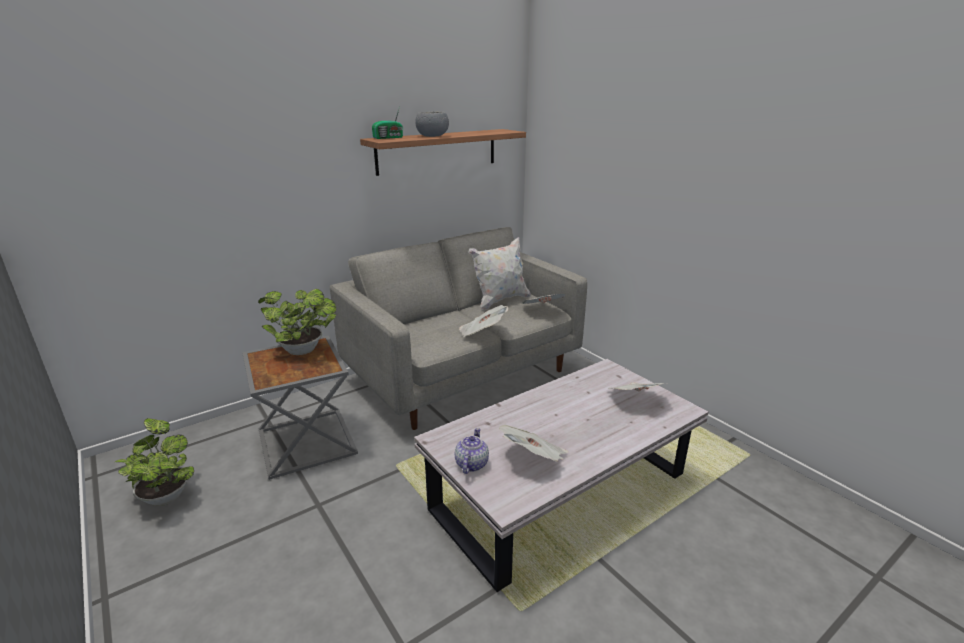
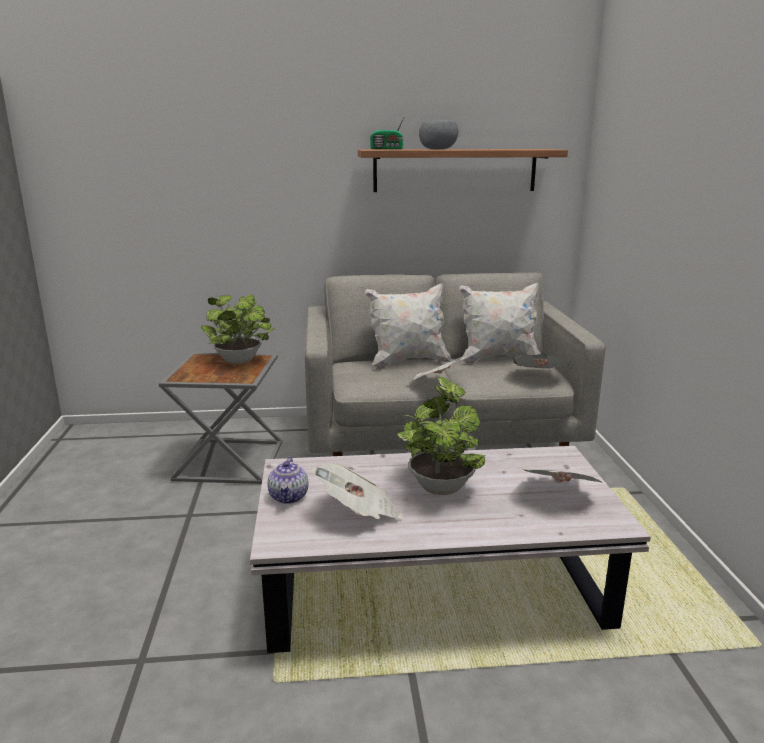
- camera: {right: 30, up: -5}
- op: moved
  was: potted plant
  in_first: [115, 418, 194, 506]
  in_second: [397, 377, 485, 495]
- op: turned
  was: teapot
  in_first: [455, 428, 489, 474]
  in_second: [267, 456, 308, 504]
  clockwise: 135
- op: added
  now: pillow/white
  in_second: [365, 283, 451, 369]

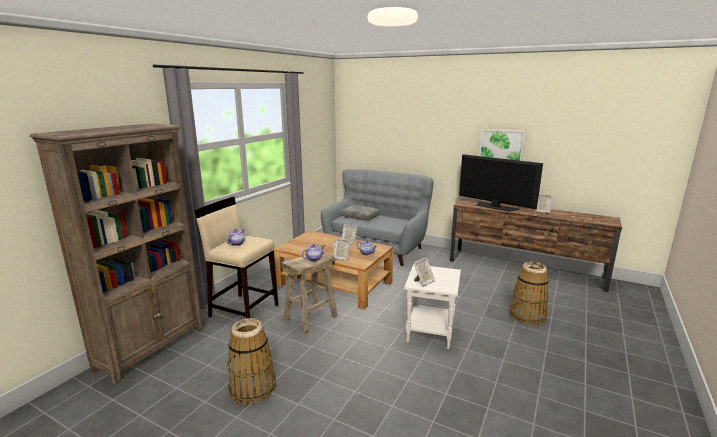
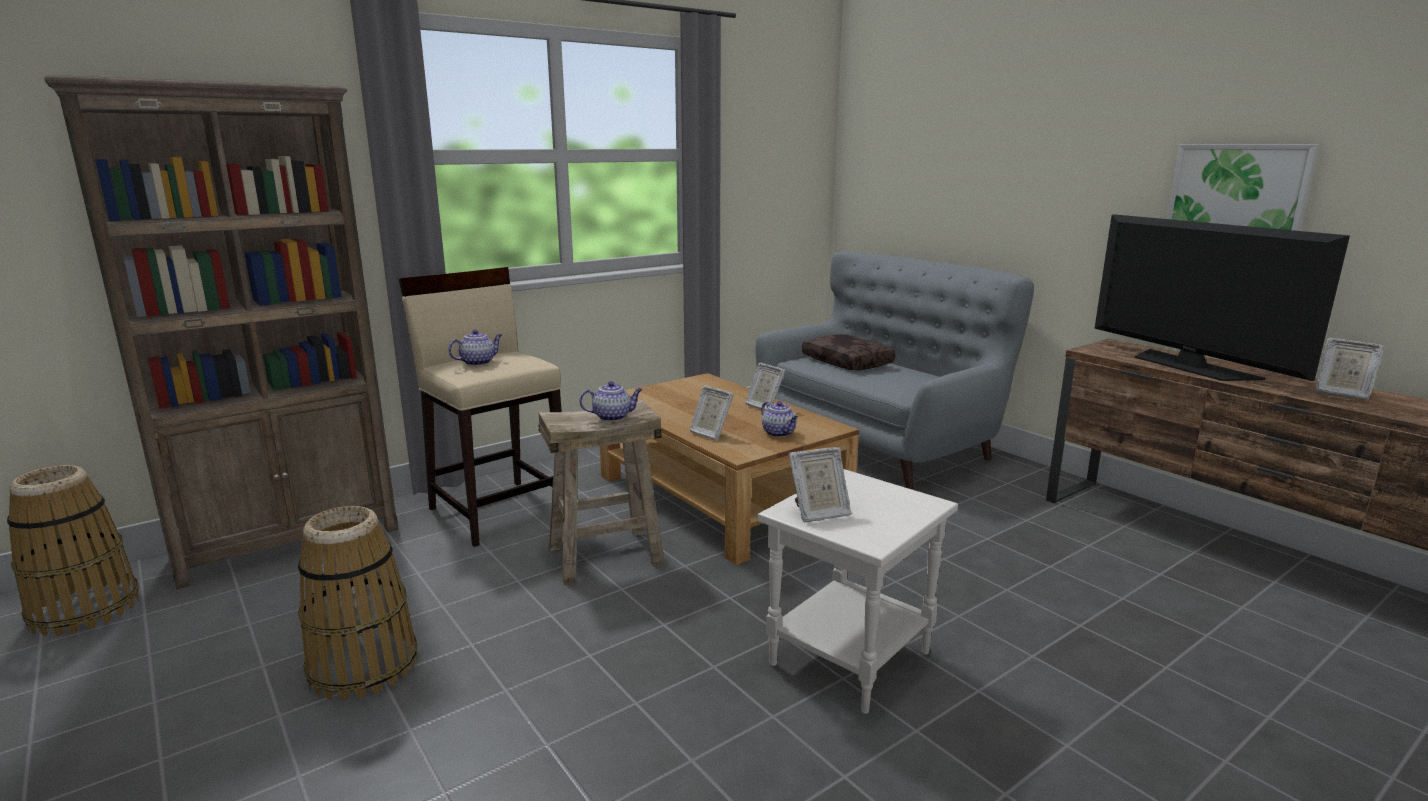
- camera: {right: 25, up: 0}
- op: recoloured
  was: pillow/grey
  now: pillow/brown
  in_first: [340, 205, 380, 221]
  in_second: [802, 334, 895, 371]
- op: moved
  was: basket
  in_first: [510, 262, 549, 326]
  in_second: [7, 465, 139, 636]

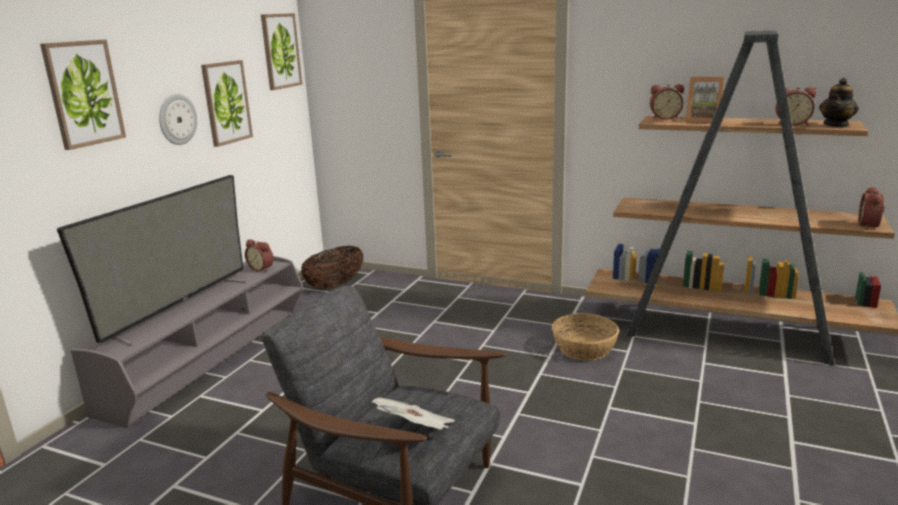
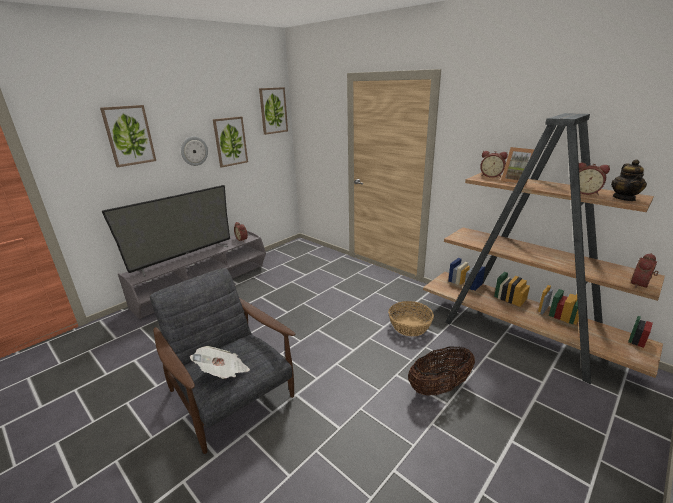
- camera: {right: 20, up: 5}
- op: turned
  was: teapot
  in_first: [819, 78, 859, 127]
  in_second: [611, 160, 647, 201]
  clockwise: -45
- op: moved
  was: basket
  in_first: [301, 246, 363, 289]
  in_second: [408, 346, 475, 395]

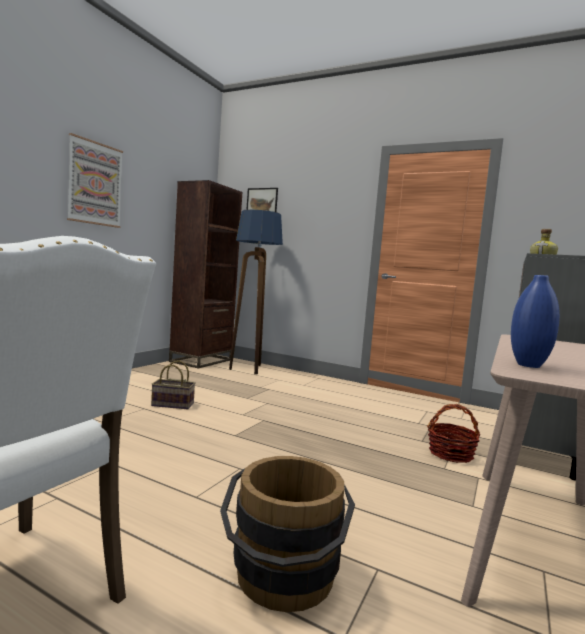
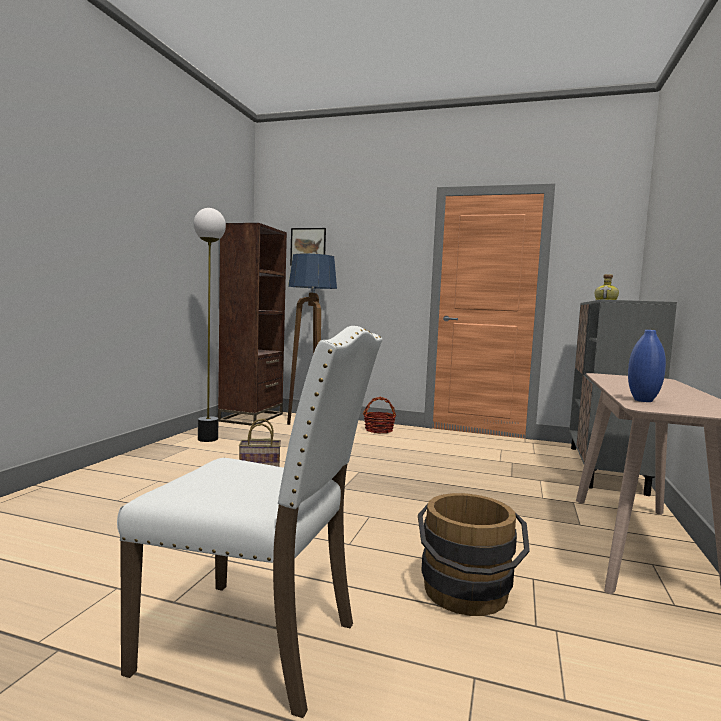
- camera: {right: -10, up: 0}
- op: removed
  was: picture
  in_first: [67, 133, 123, 228]
- op: moved
  was: basket
  in_first: [427, 404, 481, 463]
  in_second: [363, 397, 396, 434]
- op: added
  now: floor lamp
  in_second: [194, 208, 226, 442]

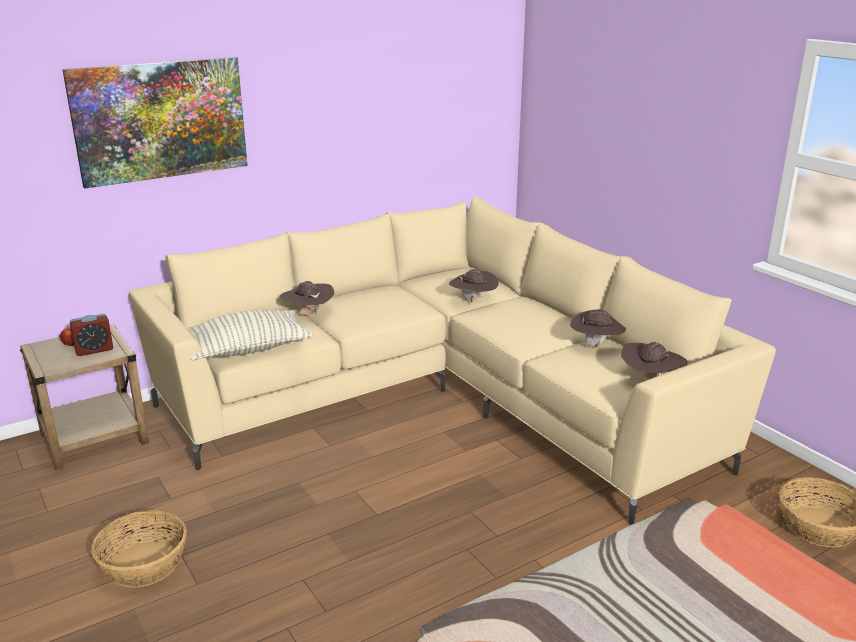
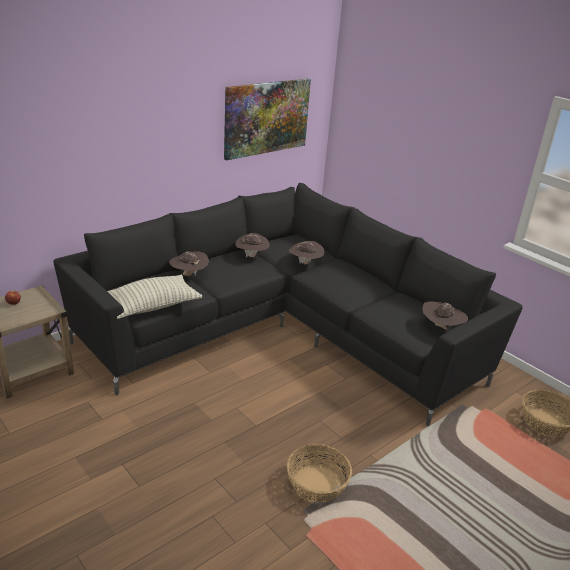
- camera: {right: -10, up: 5}
- op: moved
  was: picture
  in_first: [62, 57, 248, 188]
  in_second: [224, 79, 311, 160]
- op: recoloured
  was: sofa/beige
  now: sofa/black
  in_first: [129, 197, 776, 525]
  in_second: [53, 183, 523, 426]
- op: moved
  was: hat/brown
  in_first: [570, 309, 626, 347]
  in_second: [235, 233, 270, 257]
- op: removed
  was: alarm clock
  in_first: [70, 314, 113, 356]
- op: moved
  was: basket
  in_first: [91, 510, 187, 588]
  in_second: [287, 444, 352, 503]

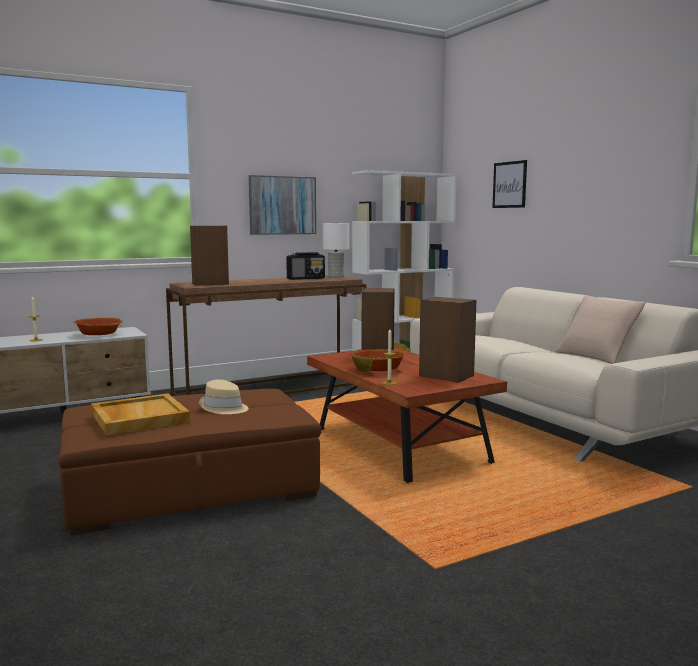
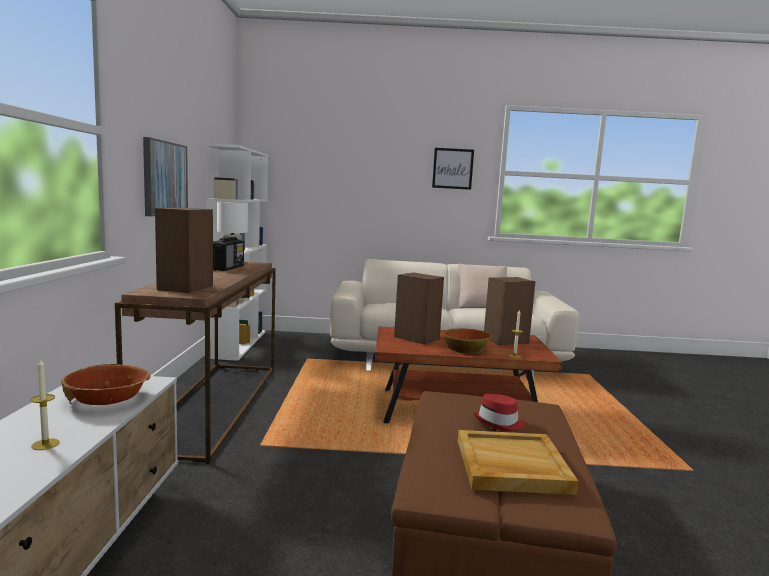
- camera: {right: -60, up: 0}
- op: moved
  was: picture
  in_first: [492, 160, 527, 208]
  in_second: [432, 148, 474, 190]
- op: recoloured
  was: hat/beige
  now: hat/red
  in_first: [199, 379, 249, 414]
  in_second: [473, 394, 525, 431]

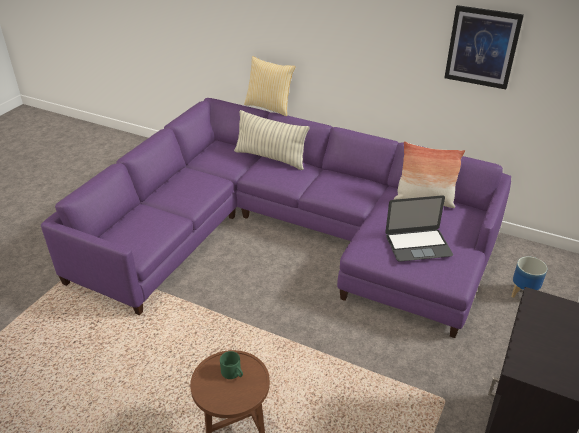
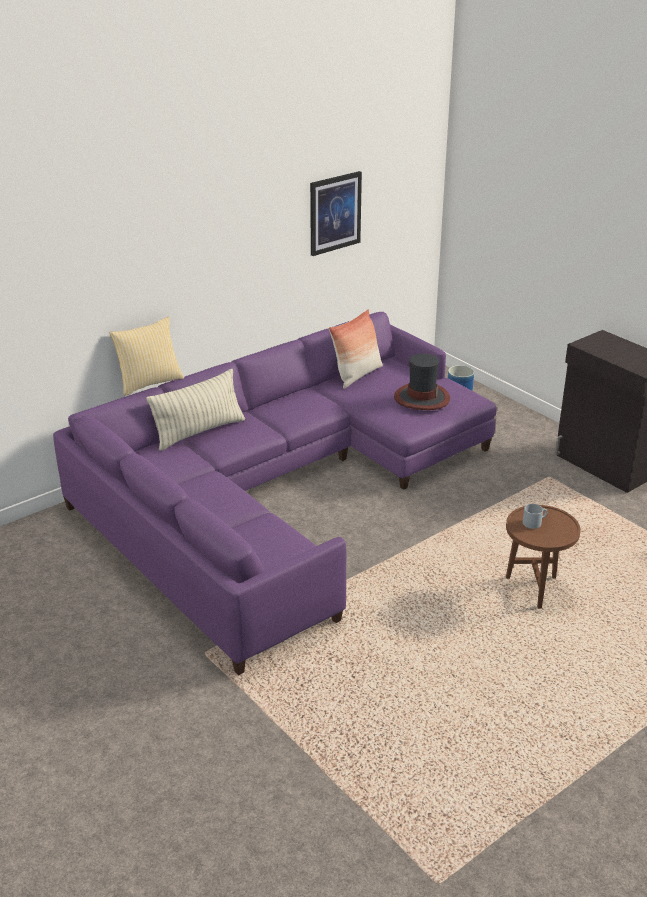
- camera: {right: -65, up: -5}
- op: replaced
  was: laptop
  now: hat
  in_first: [385, 195, 453, 262]
  in_second: [394, 354, 450, 410]
- op: recoloured
  was: mug/green
  now: mug/grey
  in_first: [220, 351, 243, 379]
  in_second: [523, 504, 547, 529]

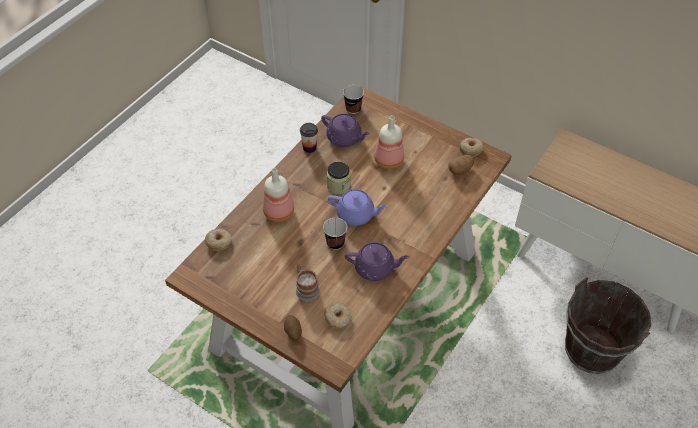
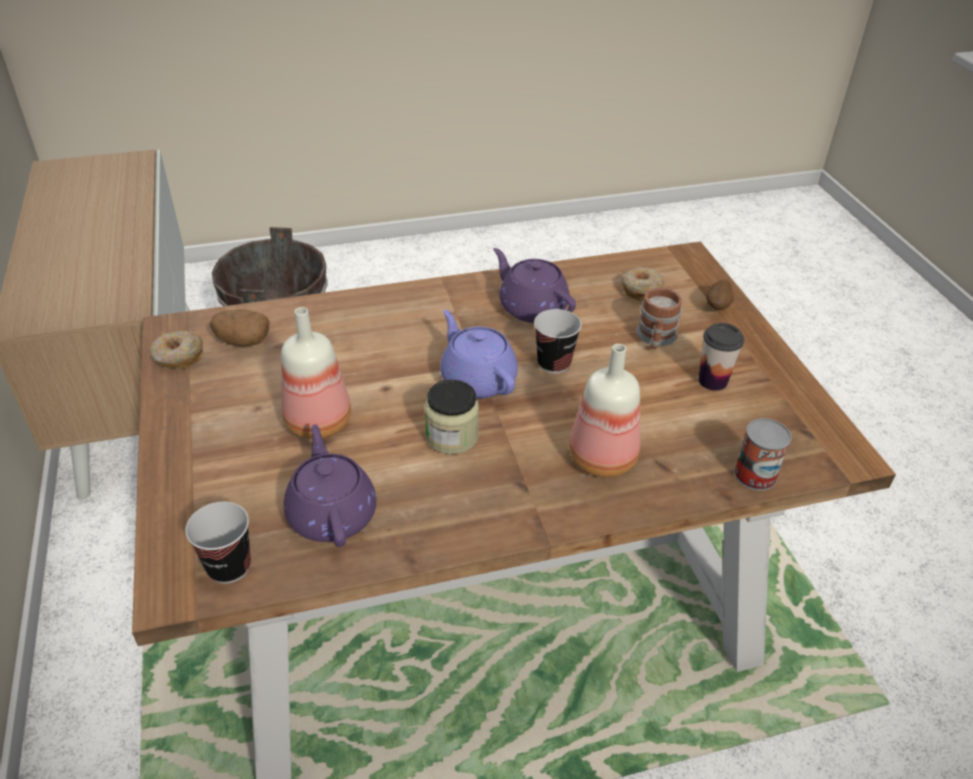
- camera: {right: -140, up: -10}
- op: moved
  was: cup
  in_first: [300, 123, 318, 153]
  in_second: [698, 323, 744, 391]
- op: replaced
  was: donut
  now: can
  in_first: [205, 229, 232, 251]
  in_second: [734, 418, 792, 491]

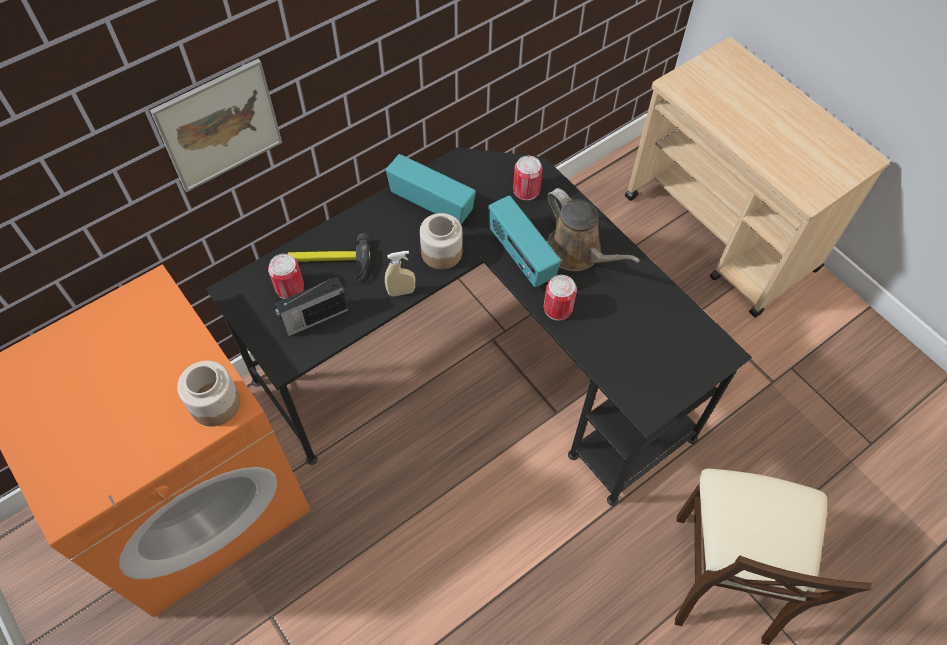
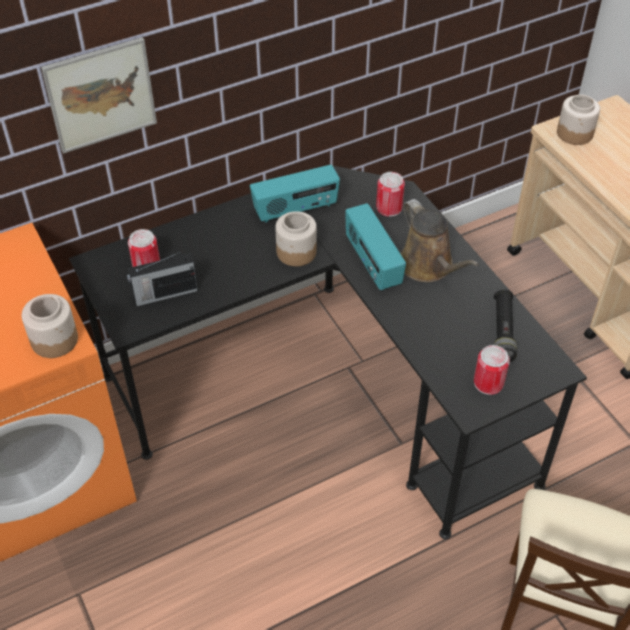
- camera: {right: 10, up: -10}
- op: turned
  was: radio
  in_first: [386, 154, 476, 224]
  in_second: [250, 165, 340, 223]
  clockwise: 120
- op: removed
  was: hammer
  in_first: [287, 234, 370, 284]
- op: removed
  was: spray bottle/beige
  in_first: [385, 251, 415, 297]
- op: moved
  was: can
  in_first: [544, 275, 577, 321]
  in_second: [474, 345, 510, 395]
- op: added
  now: jar
  in_second: [557, 94, 600, 145]
- op: added
  now: flashlight/black
  in_second: [494, 289, 517, 362]

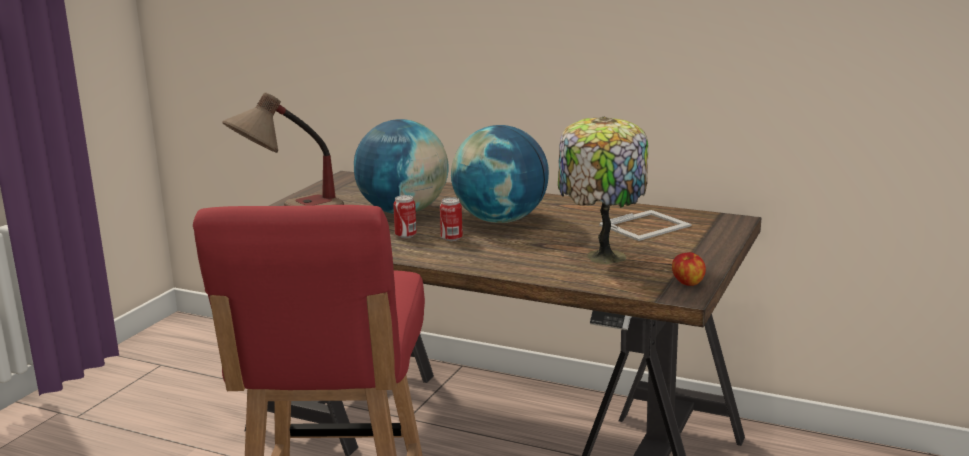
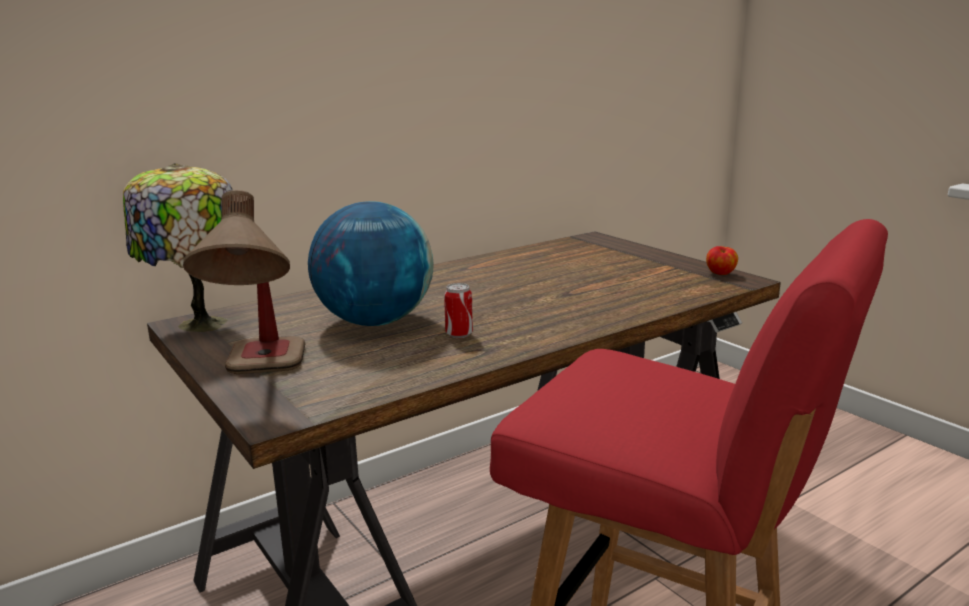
- camera: {right: -60, up: 0}
- op: moved
  was: table lamp
  in_first: [558, 117, 649, 264]
  in_second: [123, 163, 232, 332]
- op: removed
  was: globe
  in_first: [451, 125, 549, 223]
- op: removed
  was: can
  in_first: [440, 197, 463, 241]
- op: removed
  was: picture frame
  in_first: [599, 210, 691, 241]

